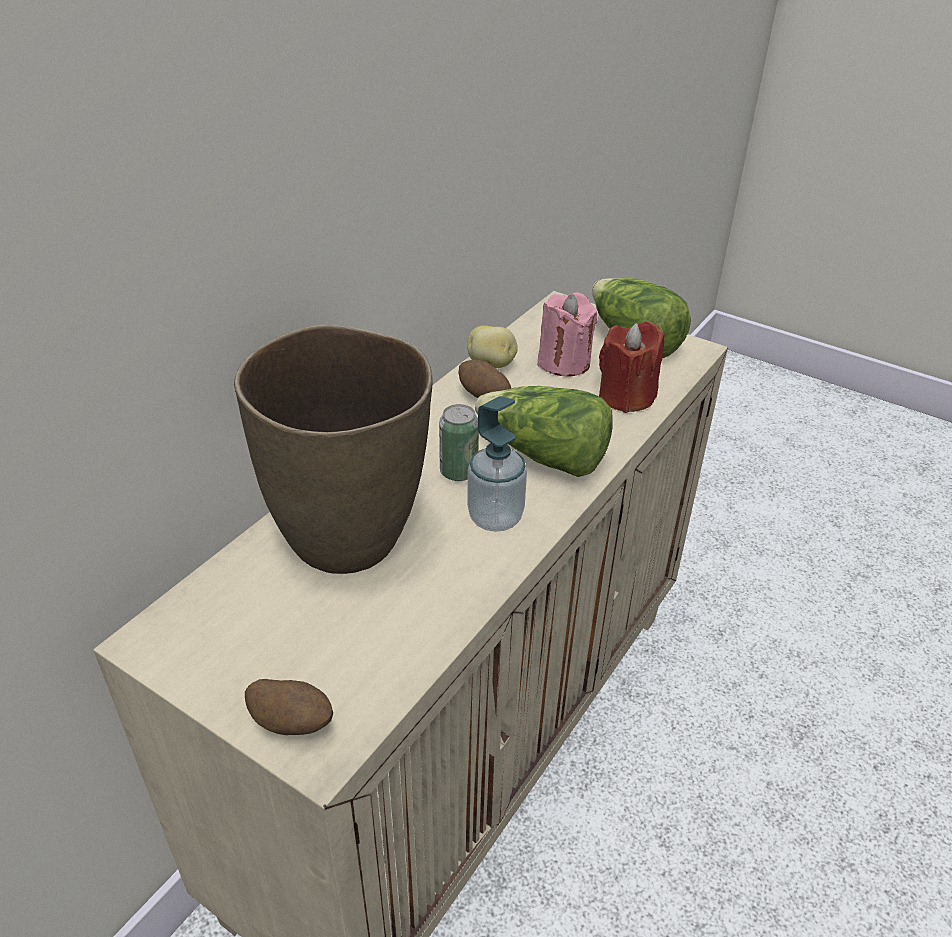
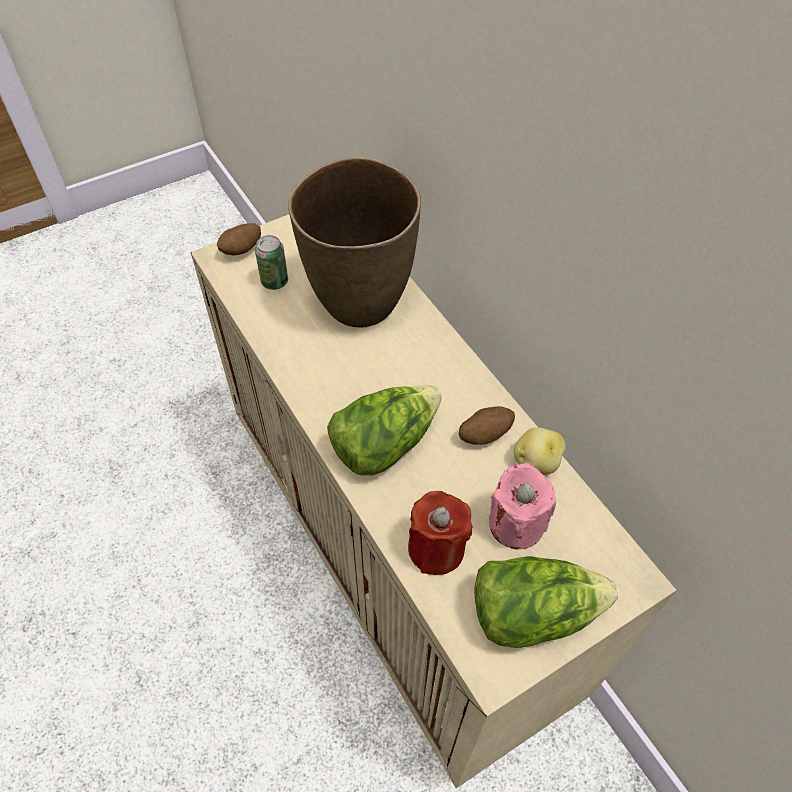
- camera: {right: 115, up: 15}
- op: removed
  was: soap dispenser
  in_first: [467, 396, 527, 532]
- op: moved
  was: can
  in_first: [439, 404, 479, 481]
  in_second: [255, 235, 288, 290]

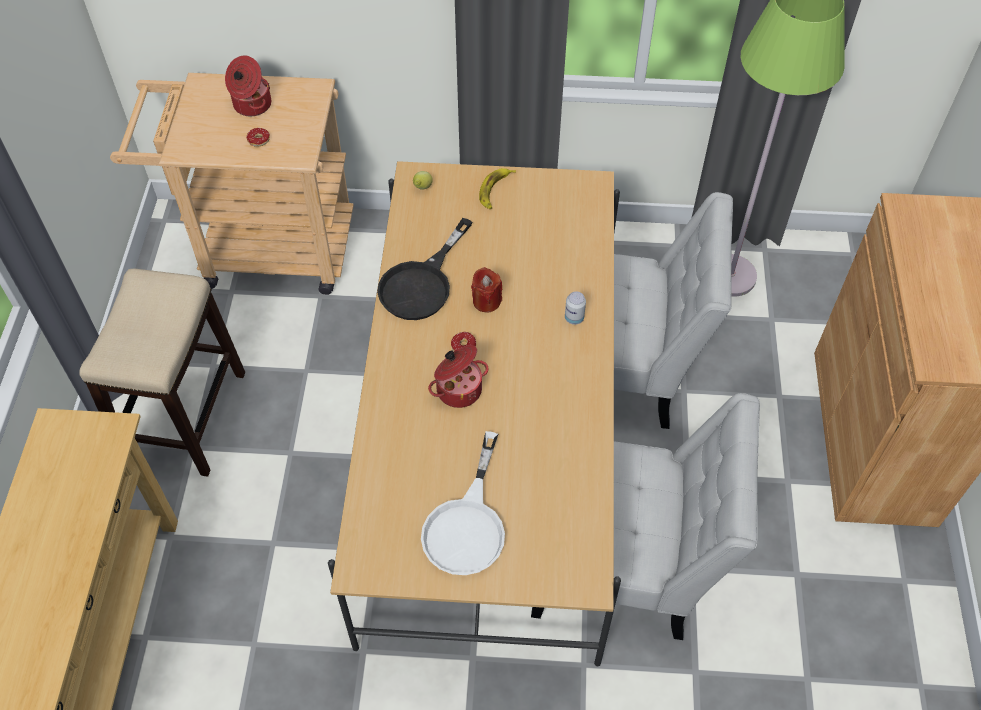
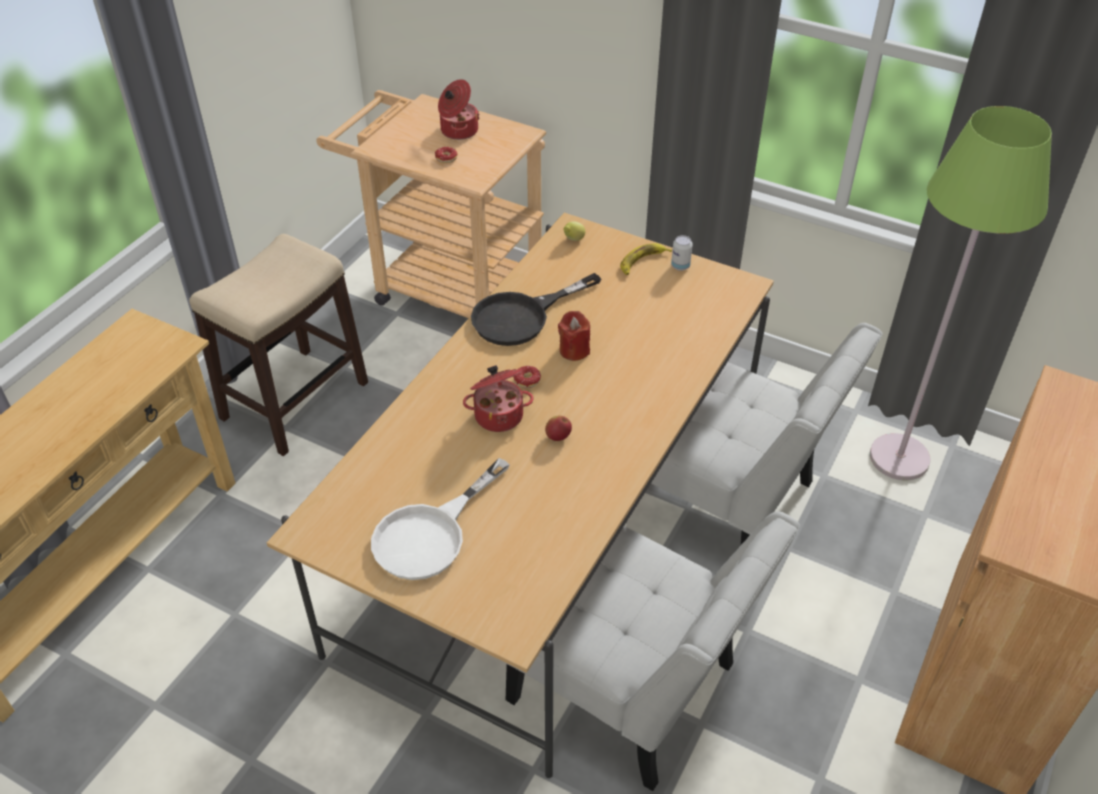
- camera: {right: 25, up: -10}
- op: moved
  was: can
  in_first: [565, 291, 586, 325]
  in_second: [671, 235, 693, 271]
- op: added
  now: apple
  in_second: [545, 416, 572, 441]

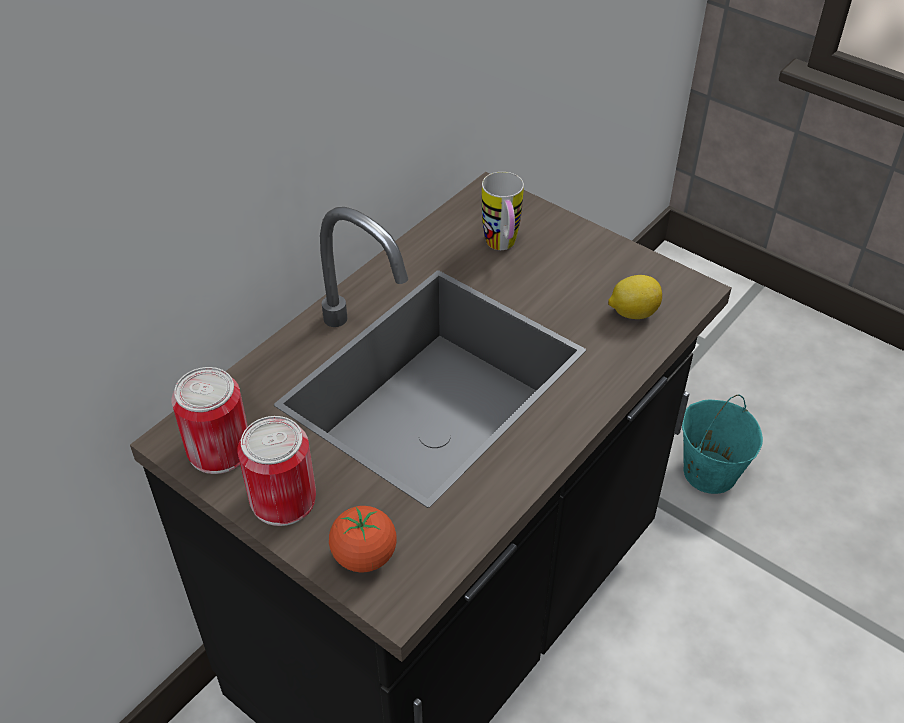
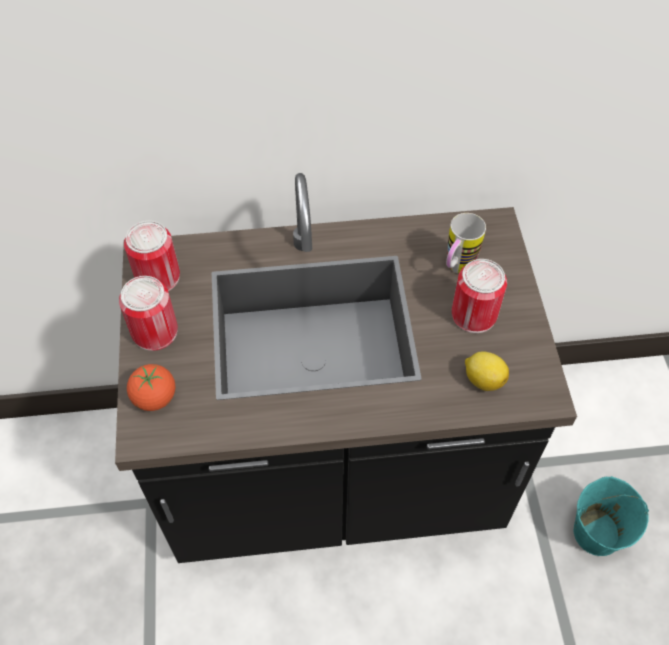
- camera: {right: 45, up: 10}
- op: added
  now: can
  in_second: [452, 259, 507, 333]

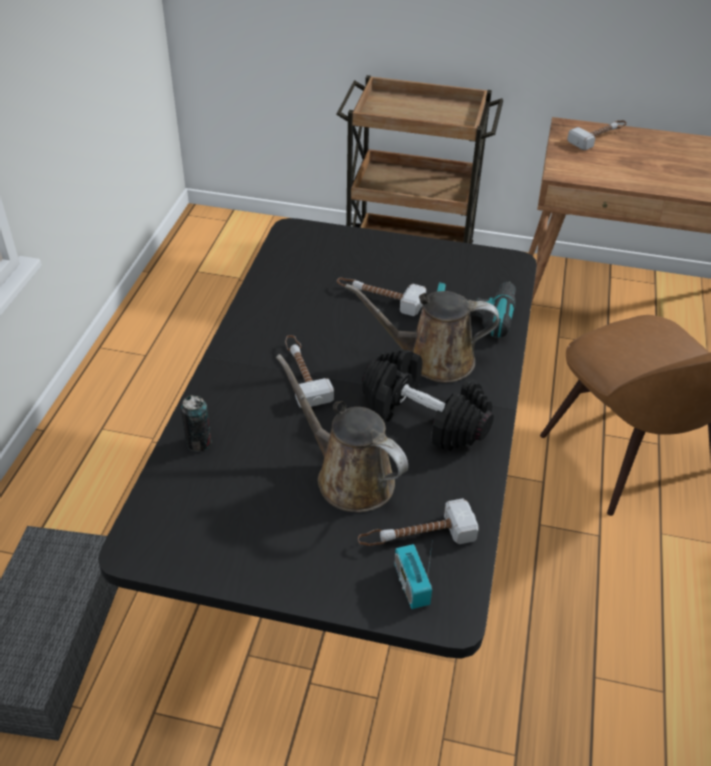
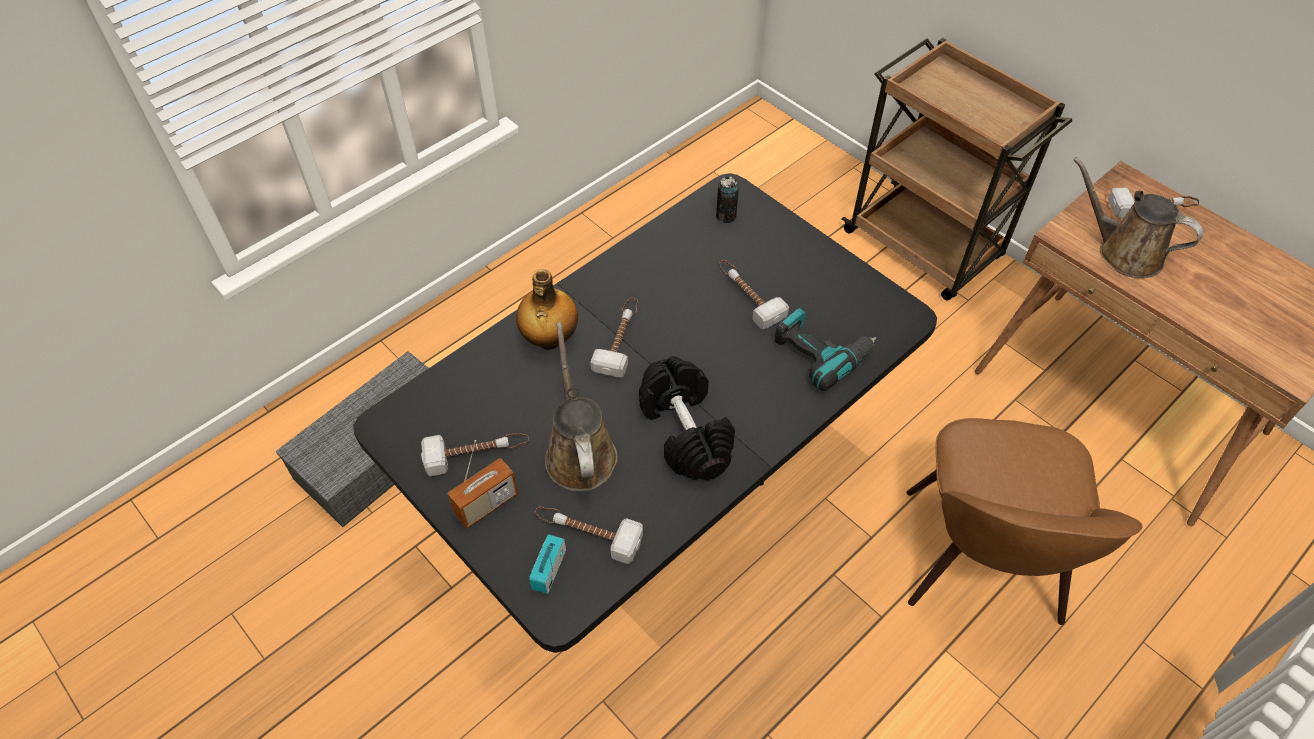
- camera: {right: 35, up: 10}
- op: moved
  was: watering can/brown
  in_first: [345, 283, 499, 383]
  in_second: [1074, 157, 1203, 278]
- op: moved
  was: can
  in_first: [181, 395, 212, 452]
  in_second: [716, 176, 739, 223]
- op: added
  now: bottle
  in_second: [516, 269, 578, 350]
- op: added
  now: hammer
  in_second: [421, 433, 529, 476]
- op: added
  now: radio
  in_second: [447, 440, 518, 529]

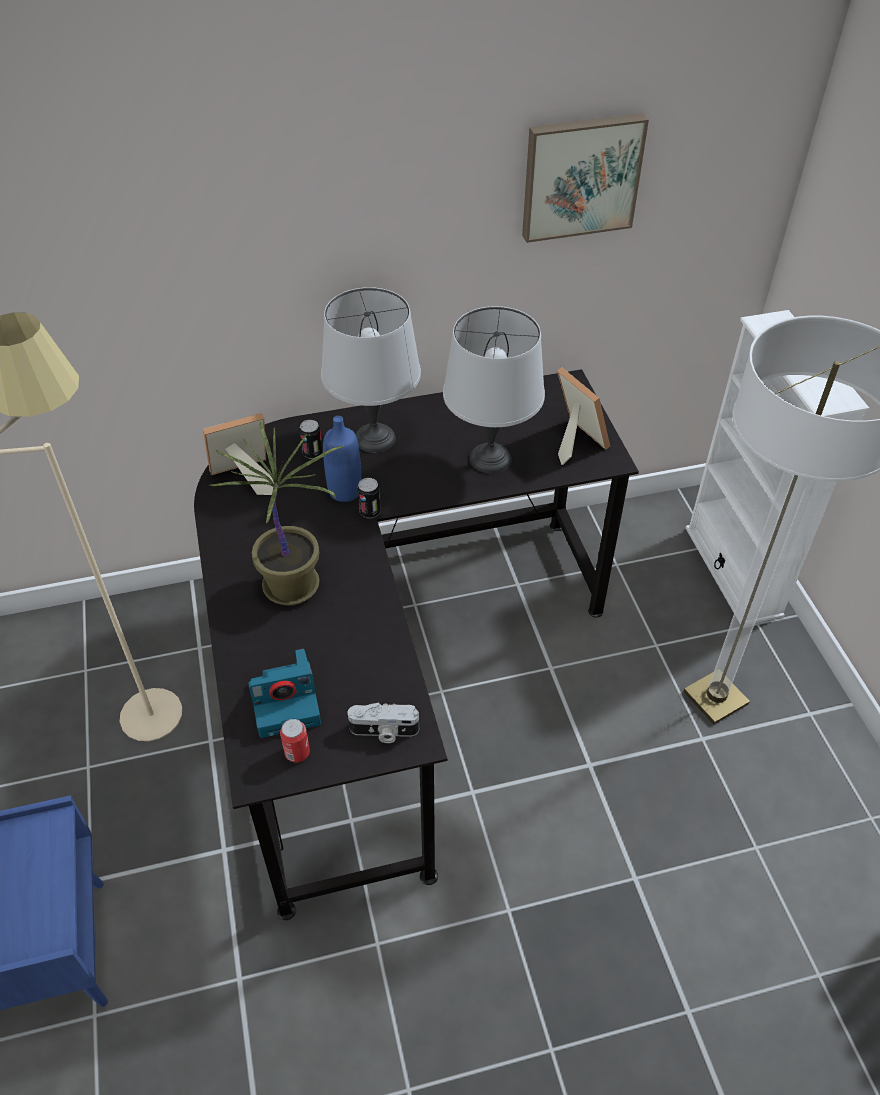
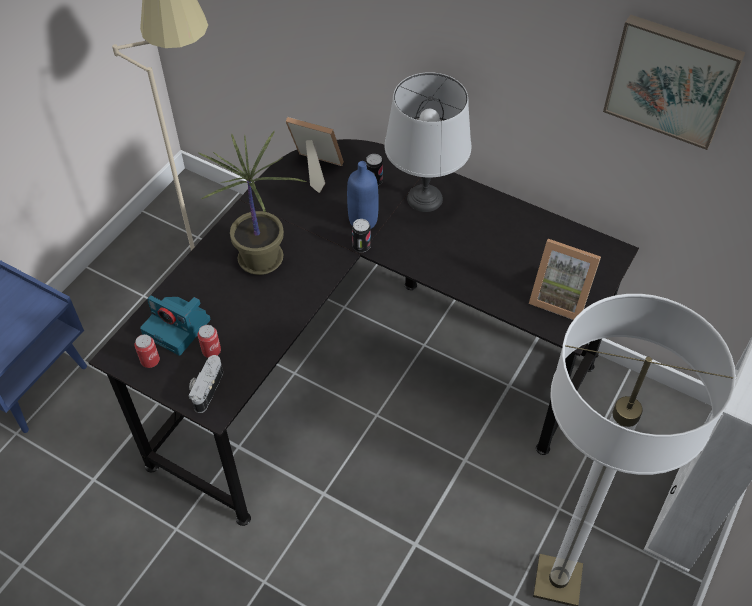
- camera: {right: 45, up: 5}
- op: removed
  was: table lamp/grey
  in_first: [443, 306, 545, 474]
- op: turned
  was: picture frame
  in_first: [557, 367, 610, 465]
  in_second: [529, 239, 601, 320]
  clockwise: 105
- op: turned
  was: photo camera
  in_first: [348, 702, 419, 743]
  in_second: [189, 355, 223, 413]
  clockwise: 60
- op: added
  now: can
  in_second: [198, 325, 221, 358]

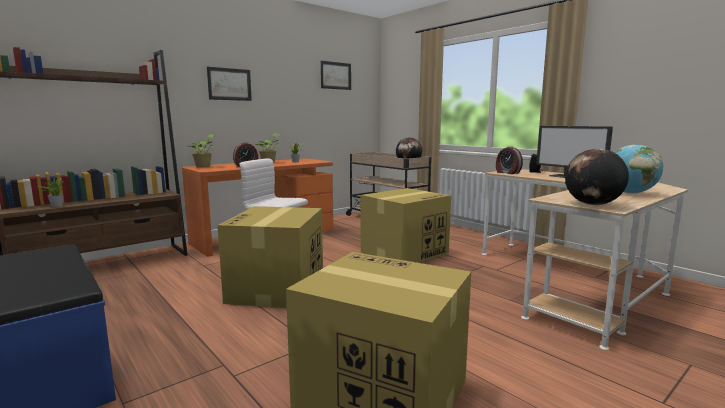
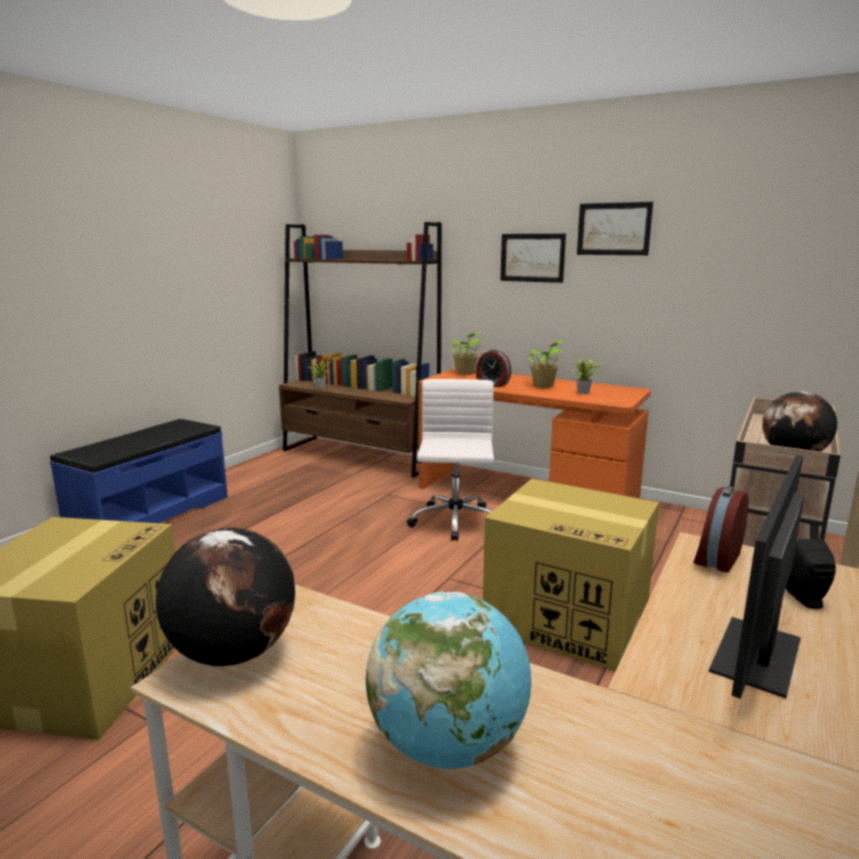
- camera: {right: 70, up: 5}
- op: moved
  was: picture
  in_first: [321, 61, 351, 90]
  in_second: [577, 202, 653, 255]
- op: removed
  was: cardboard box
  in_first: [218, 206, 323, 308]

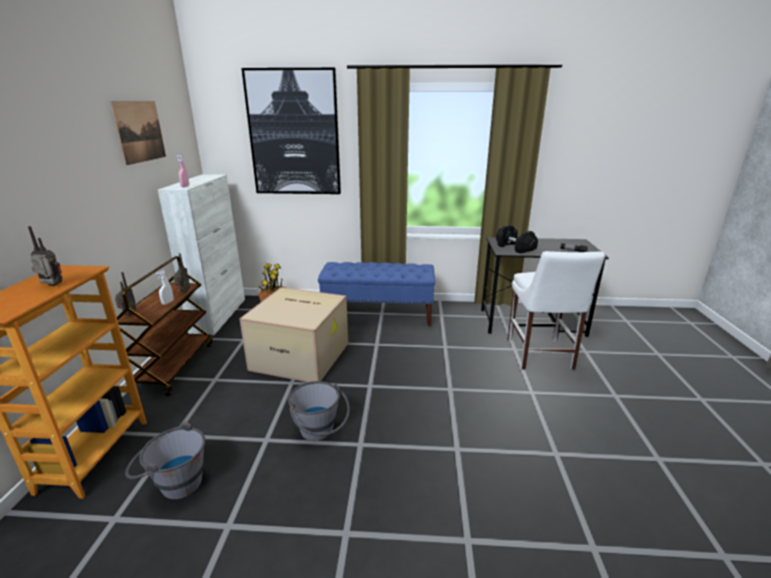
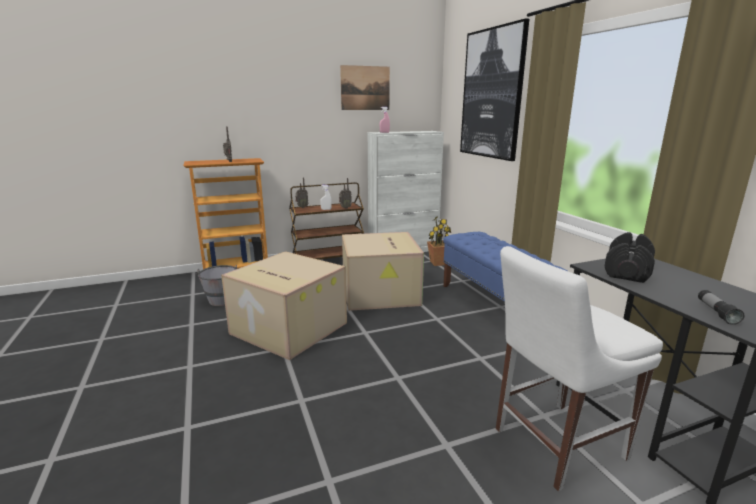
- camera: {right: 65, up: -5}
- op: replaced
  was: bucket/grey
  now: cardboard box
  in_first: [288, 381, 350, 441]
  in_second: [221, 251, 347, 360]

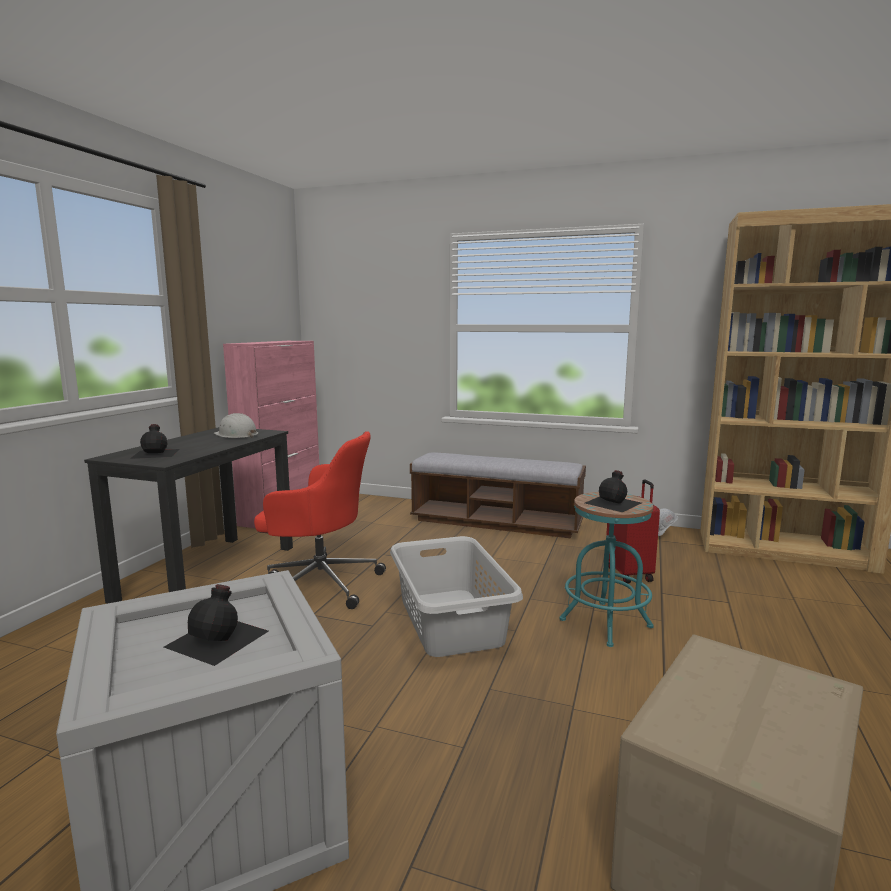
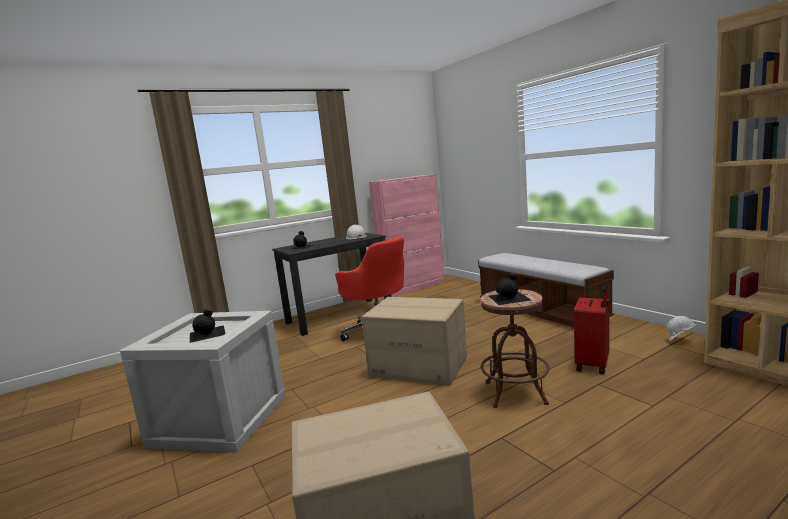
- camera: {right: 40, up: 0}
- op: recoloured
  was: stool/turquoise
  now: stool/brown
  in_first: [560, 492, 653, 647]
  in_second: [480, 289, 550, 408]
- op: replaced
  was: laundry basket/grey
  now: cardboard box
  in_first: [390, 536, 523, 657]
  in_second: [362, 297, 467, 386]

